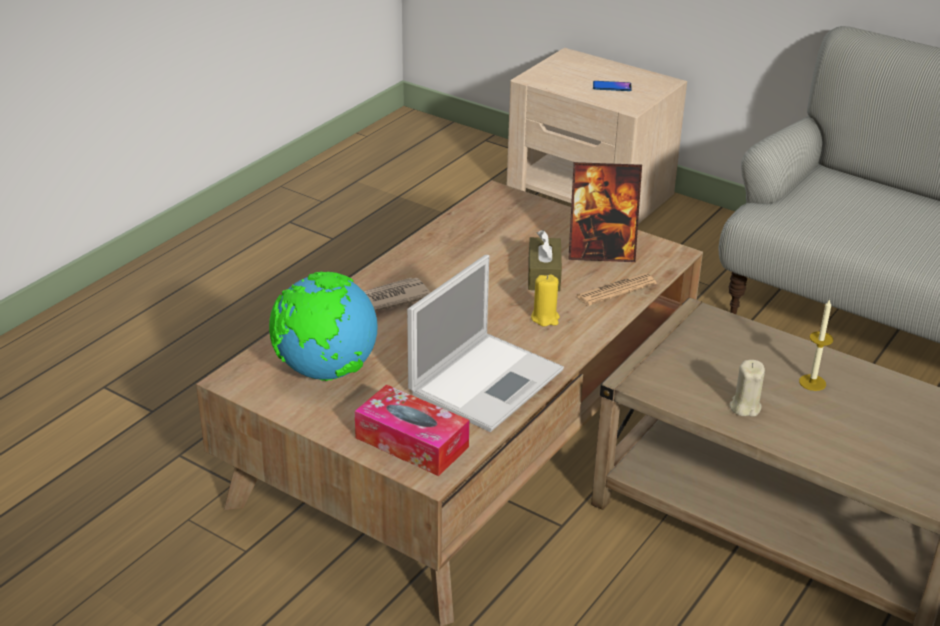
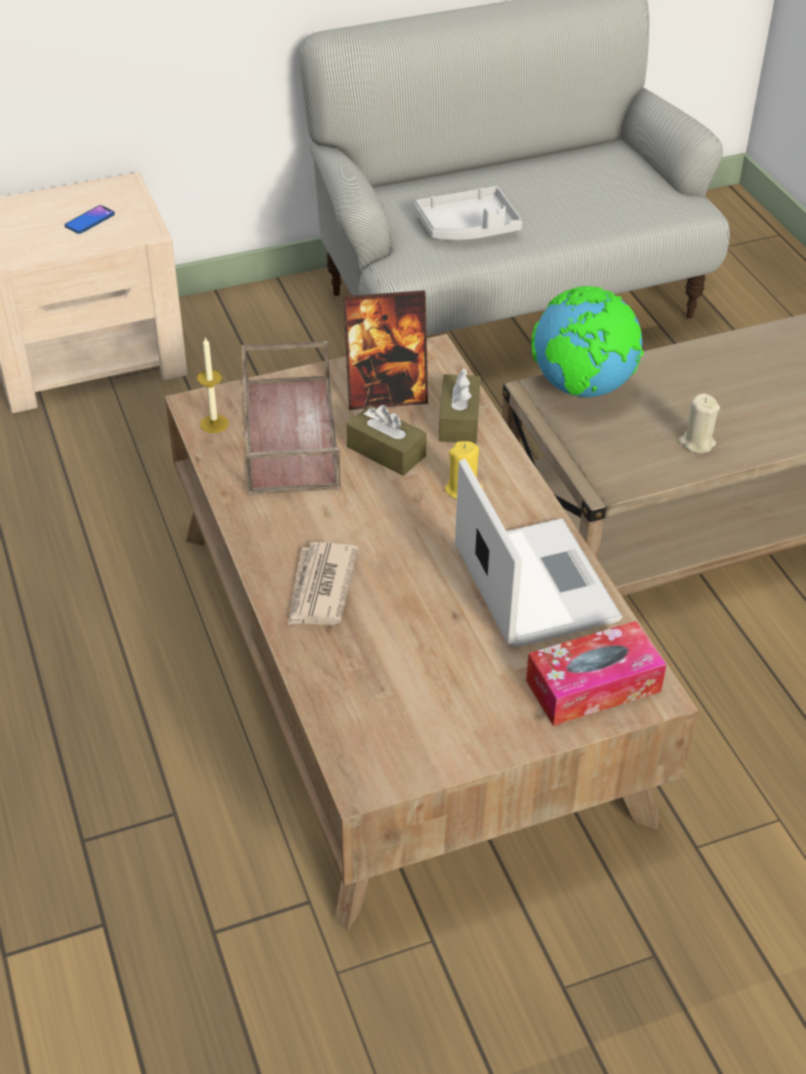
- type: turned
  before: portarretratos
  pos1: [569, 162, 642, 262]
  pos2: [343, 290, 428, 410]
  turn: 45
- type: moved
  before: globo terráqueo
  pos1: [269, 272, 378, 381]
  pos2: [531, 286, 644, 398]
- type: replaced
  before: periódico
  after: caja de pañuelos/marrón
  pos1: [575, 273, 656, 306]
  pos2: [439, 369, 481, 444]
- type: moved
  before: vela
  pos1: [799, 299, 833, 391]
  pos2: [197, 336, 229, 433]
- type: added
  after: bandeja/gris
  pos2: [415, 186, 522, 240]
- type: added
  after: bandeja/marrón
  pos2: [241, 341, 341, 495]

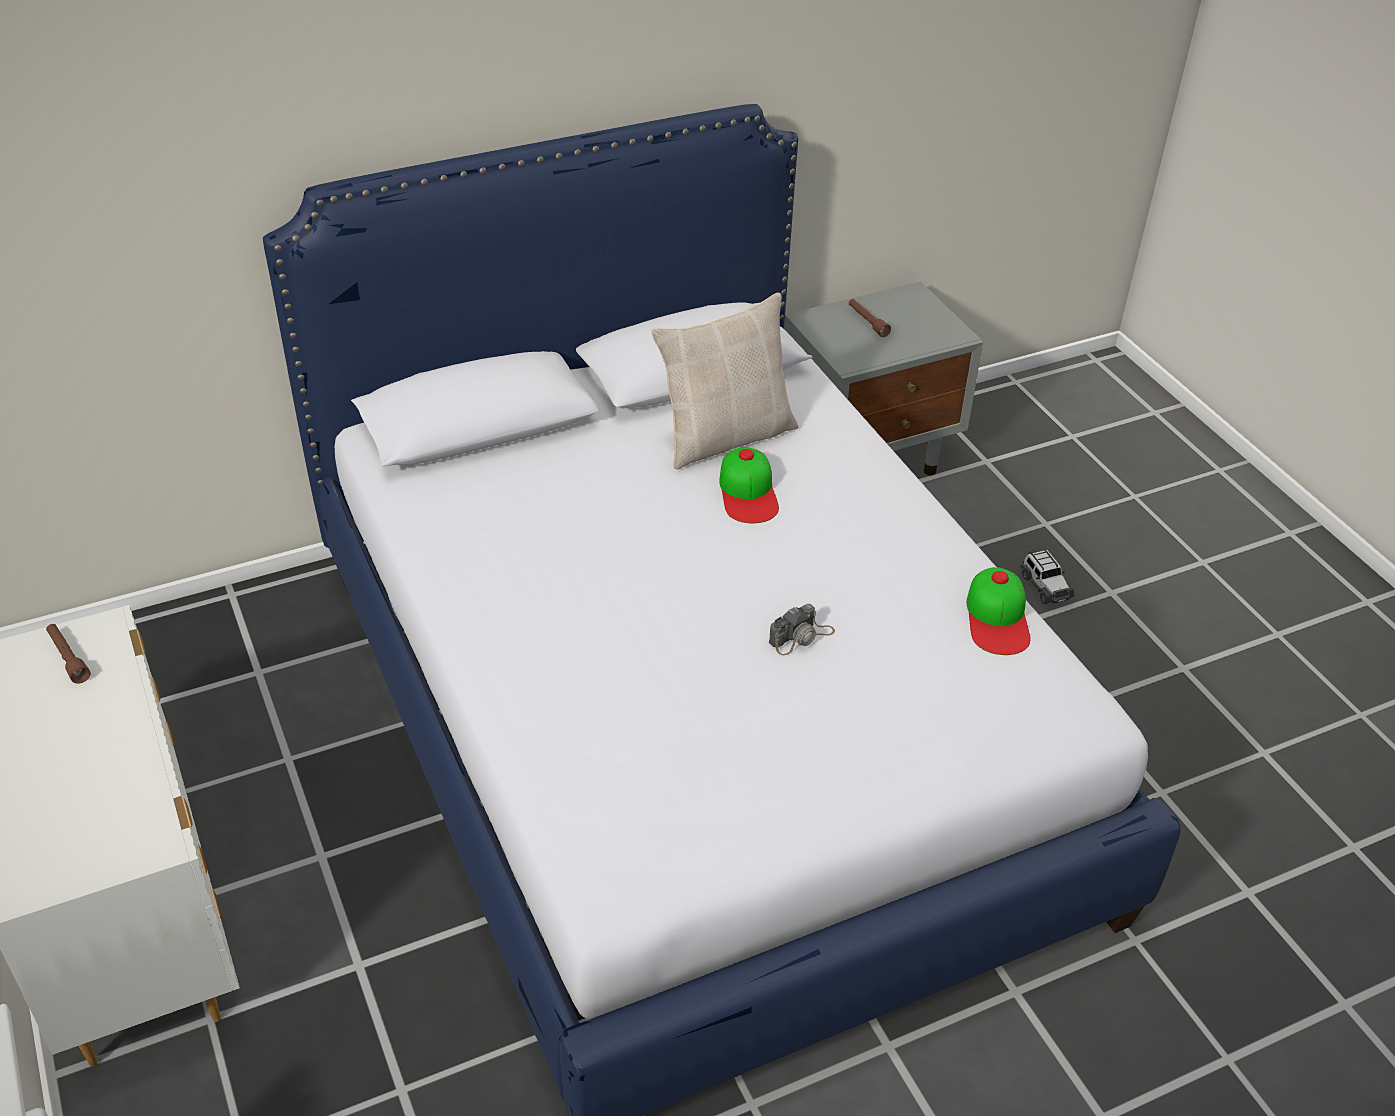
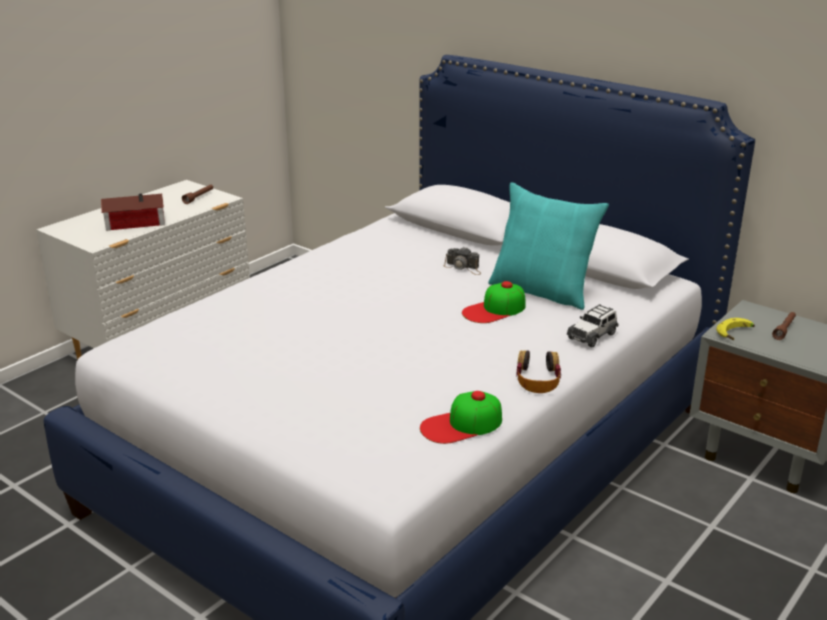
- type: recoloured
  before: cojín/beis
  after: cojín/turquesa
  pos1: [651, 292, 798, 470]
  pos2: [488, 183, 609, 310]
- type: moved
  before: coche de juguete
  pos1: [1020, 550, 1074, 605]
  pos2: [567, 304, 619, 347]
- type: moved
  before: cámara
  pos1: [769, 604, 835, 655]
  pos2: [444, 247, 481, 275]
- type: added
  after: casita
  pos2: [101, 193, 165, 231]
- type: added
  after: plátano
  pos2: [716, 318, 755, 340]
- type: added
  after: auriculares
  pos2: [516, 350, 561, 393]

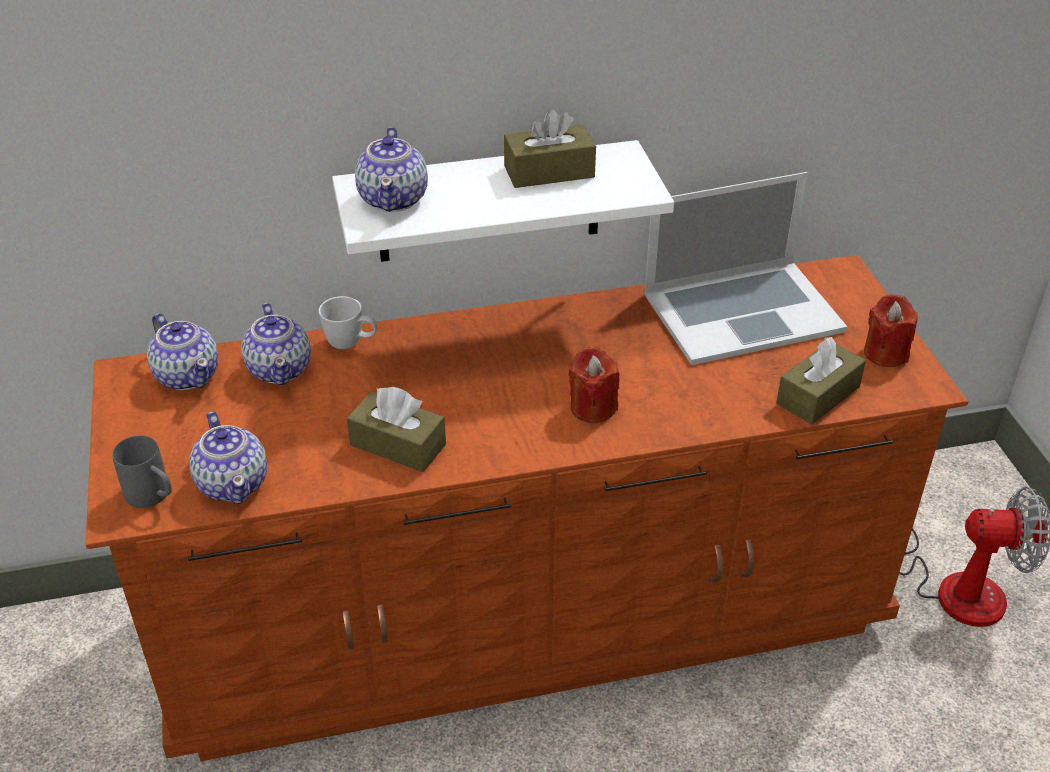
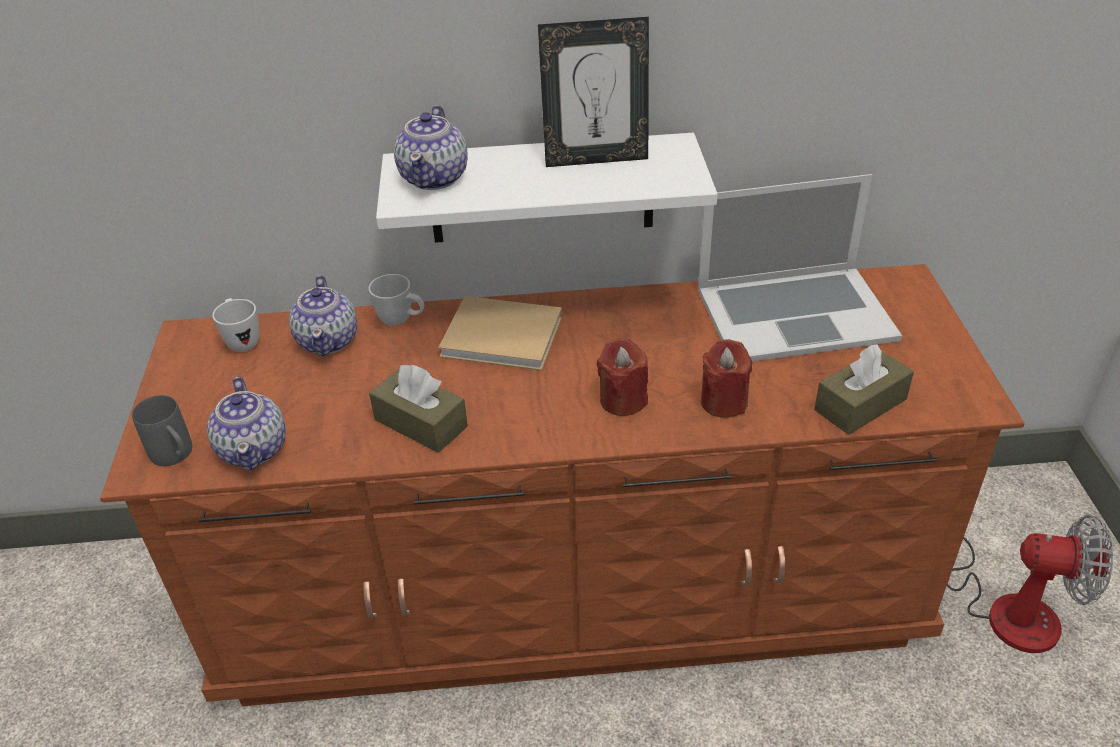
- type: replaced
  before: caja de pañuelos/marrón
  after: portarretratos
  pos1: [504, 109, 596, 188]
  pos2: [538, 17, 649, 167]
- type: moved
  before: vela/rojo
  pos1: [864, 294, 918, 367]
  pos2: [701, 339, 752, 418]
- type: replaced
  before: tetera
  after: taza grande/blanco
  pos1: [147, 313, 218, 390]
  pos2: [212, 298, 259, 352]
- type: added
  after: libro/beis
  pos2: [438, 296, 562, 371]

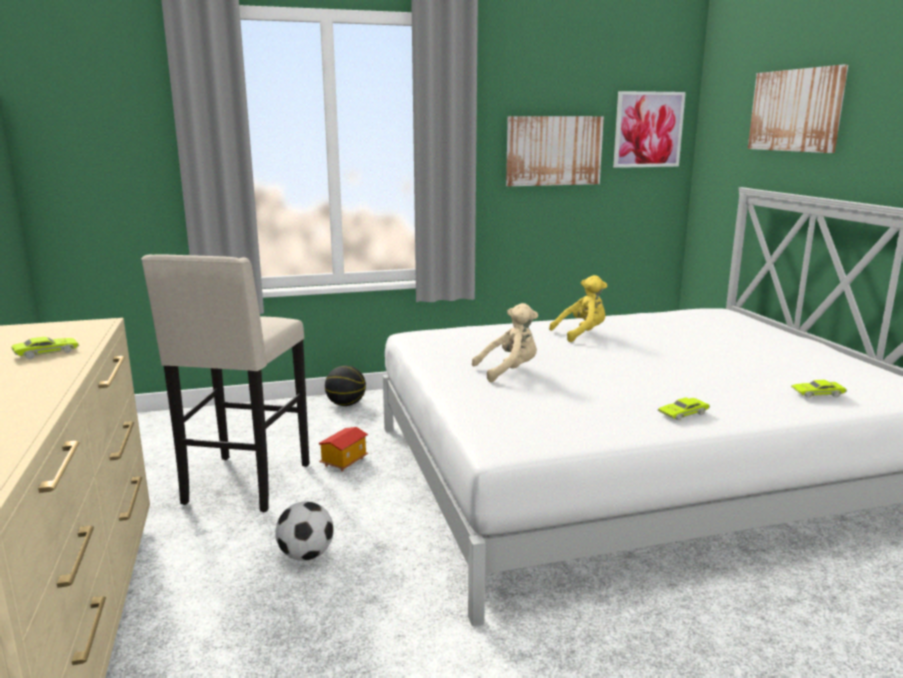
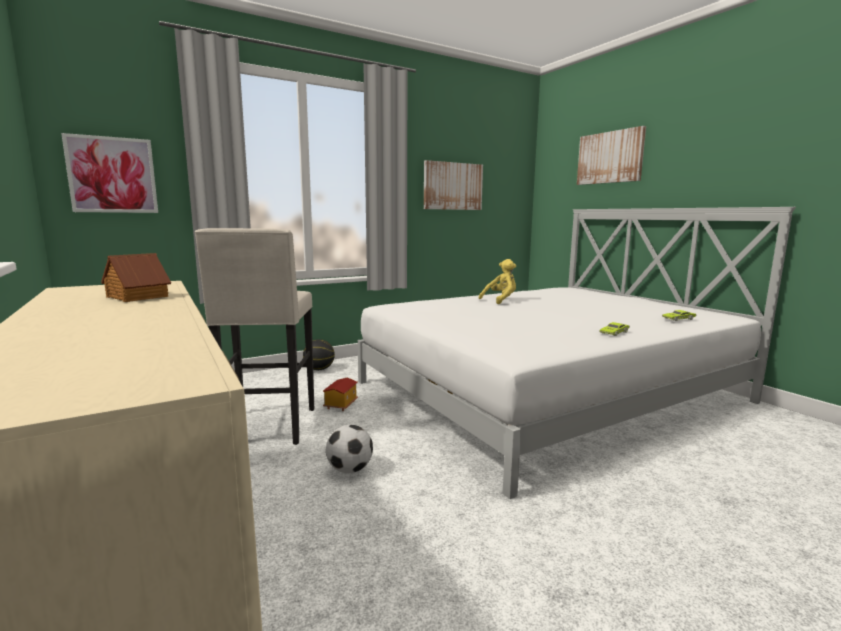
- type: moved
  before: cuadro
  pos1: [613, 91, 686, 168]
  pos2: [61, 133, 158, 213]
- type: removed
  before: peluche/beis
  pos1: [472, 303, 538, 382]
- type: replaced
  before: coche de juguete/verde
  after: casita
  pos1: [11, 337, 79, 359]
  pos2: [101, 253, 171, 302]

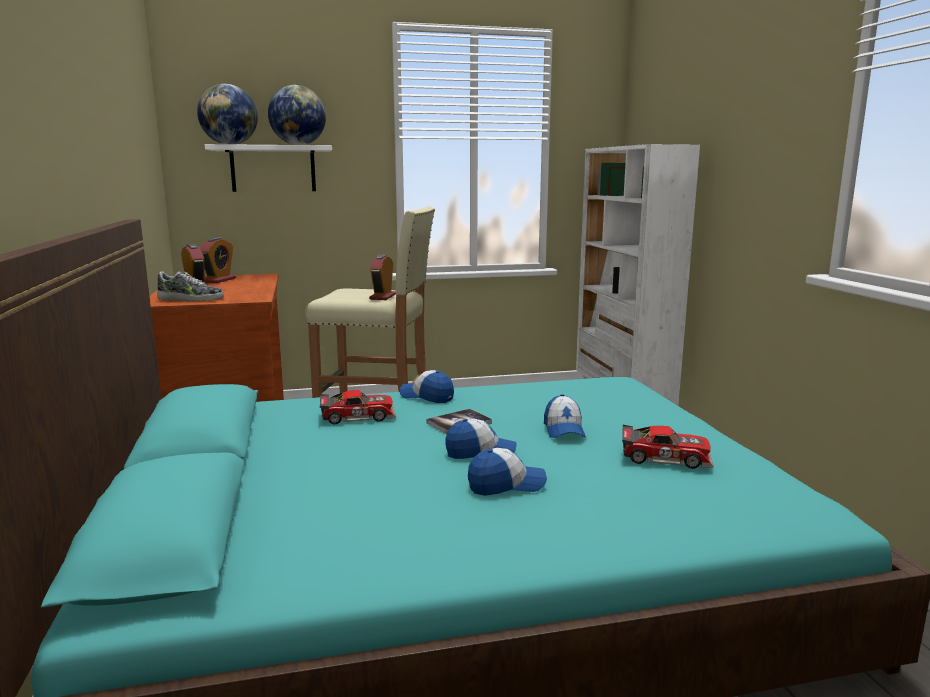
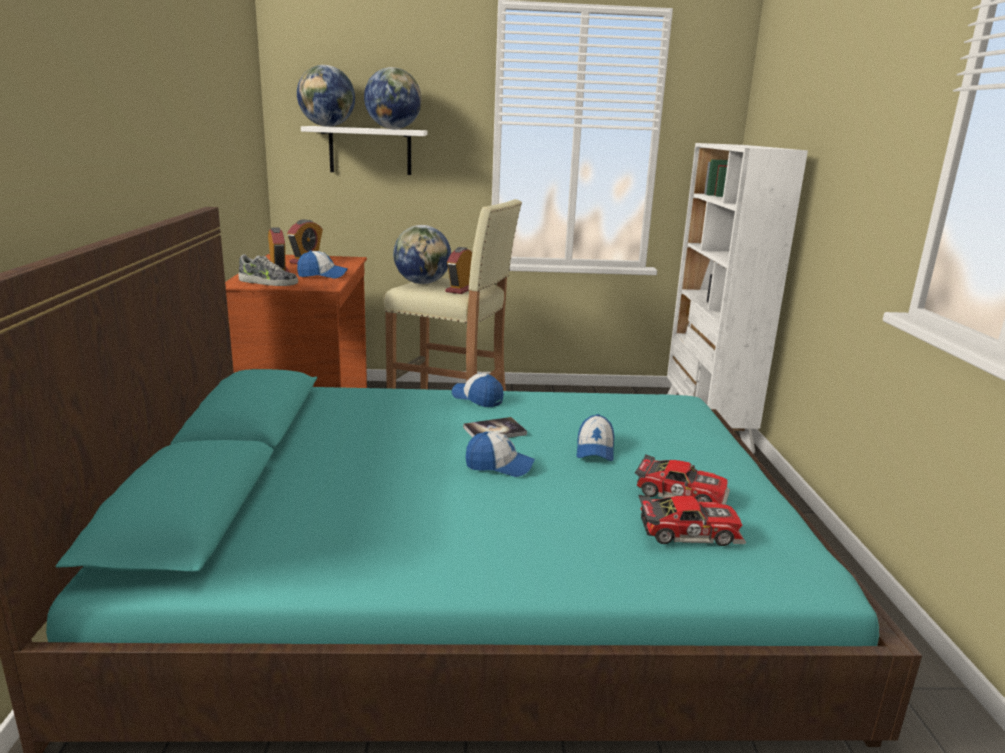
- type: moved
  before: coche de juguete
  pos1: [320, 390, 396, 424]
  pos2: [639, 495, 746, 546]
- type: moved
  before: gorra
  pos1: [468, 448, 547, 496]
  pos2: [297, 250, 348, 279]
- type: added
  after: globo terráqueo
  pos2: [393, 225, 451, 284]

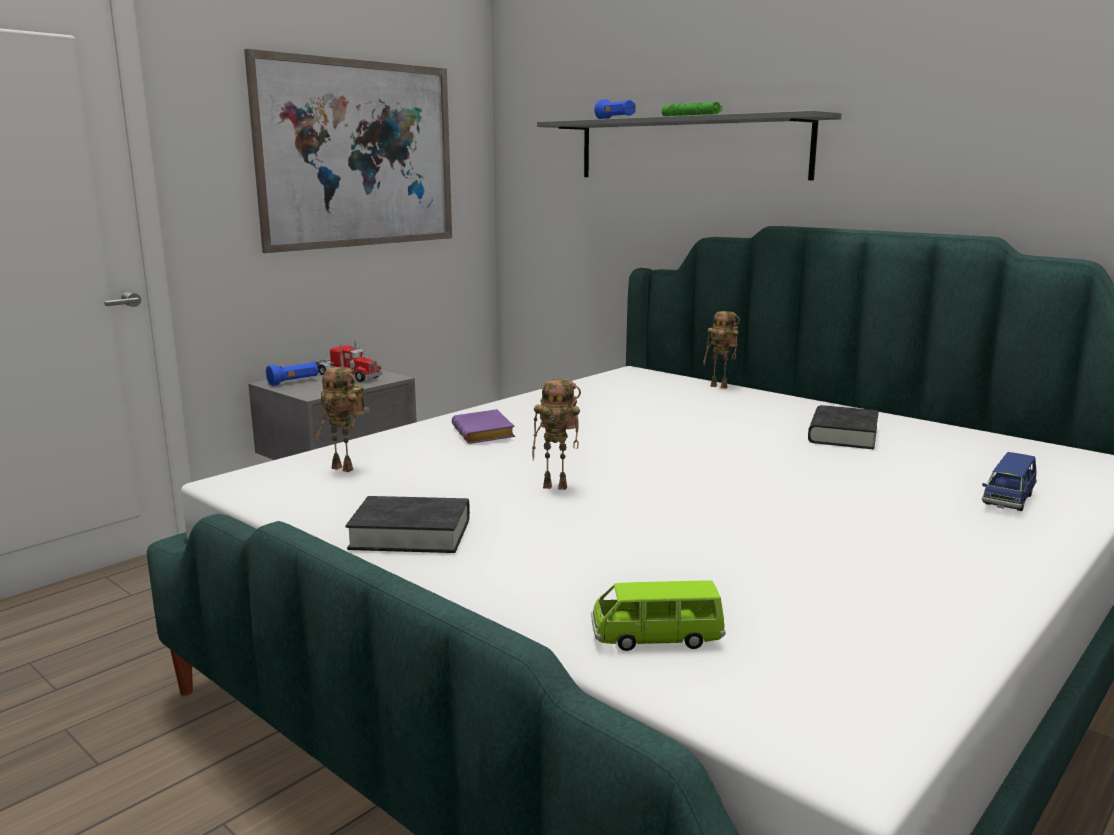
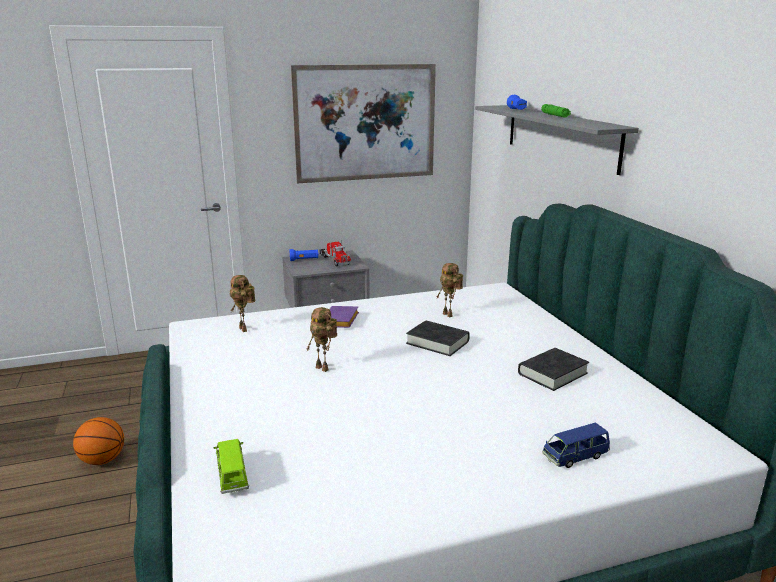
- type: moved
  before: robot de juguete
  pos1: [704, 311, 740, 389]
  pos2: [436, 263, 463, 318]
- type: moved
  before: libro/negro
  pos1: [345, 496, 470, 553]
  pos2: [406, 320, 470, 356]
- type: turned
  before: coche de juguete/verde
  pos1: [591, 580, 725, 651]
  pos2: [214, 439, 249, 494]
  turn: 45
- type: added
  after: balón de baloncesto
  pos2: [73, 417, 124, 465]

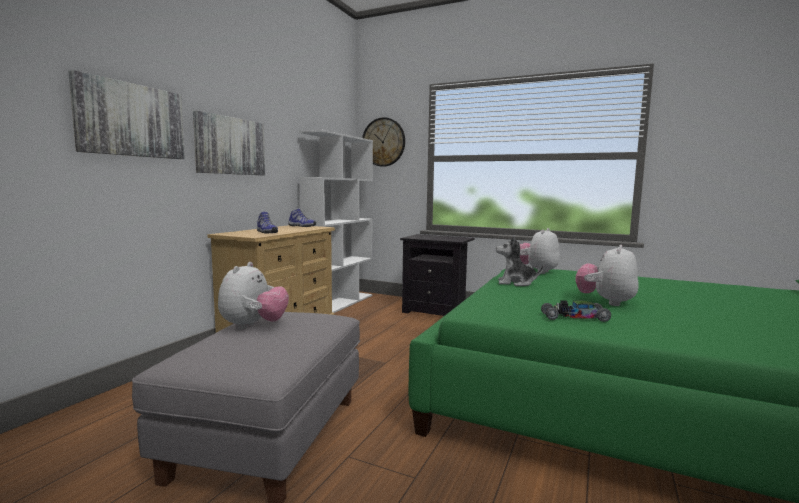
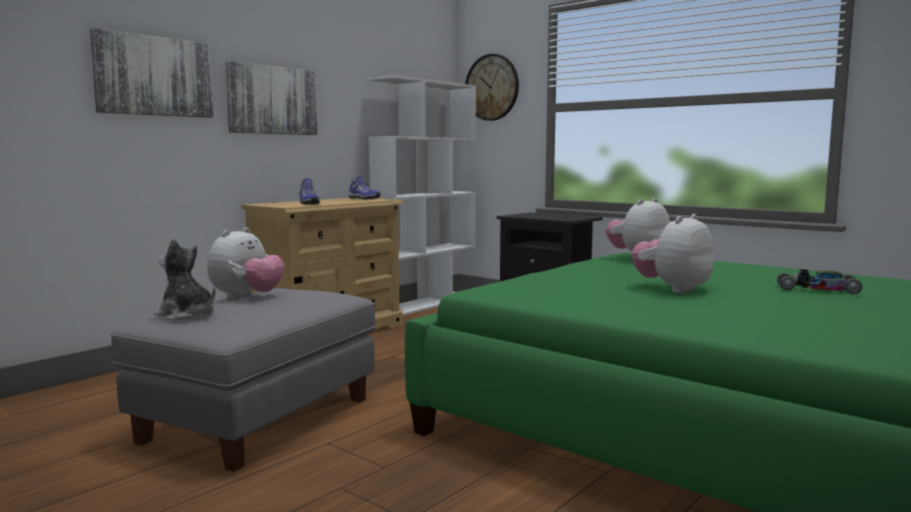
- type: moved
  before: peluche
  pos1: [496, 235, 544, 286]
  pos2: [154, 239, 216, 320]
- type: moved
  before: coche de juguete
  pos1: [541, 300, 611, 322]
  pos2: [777, 269, 863, 294]

